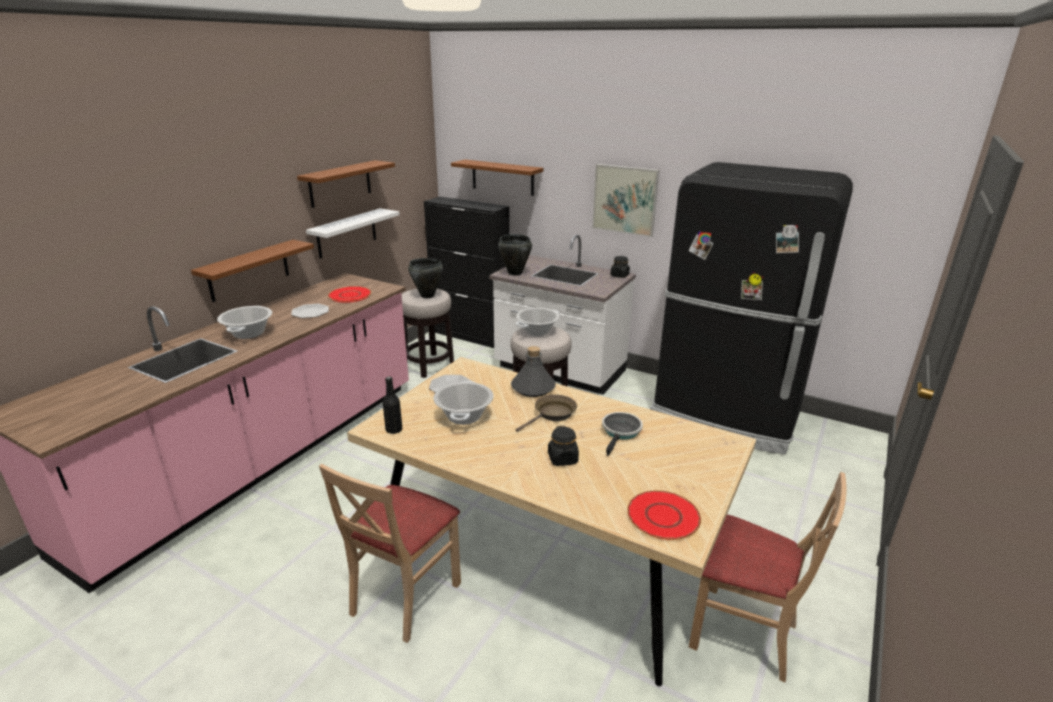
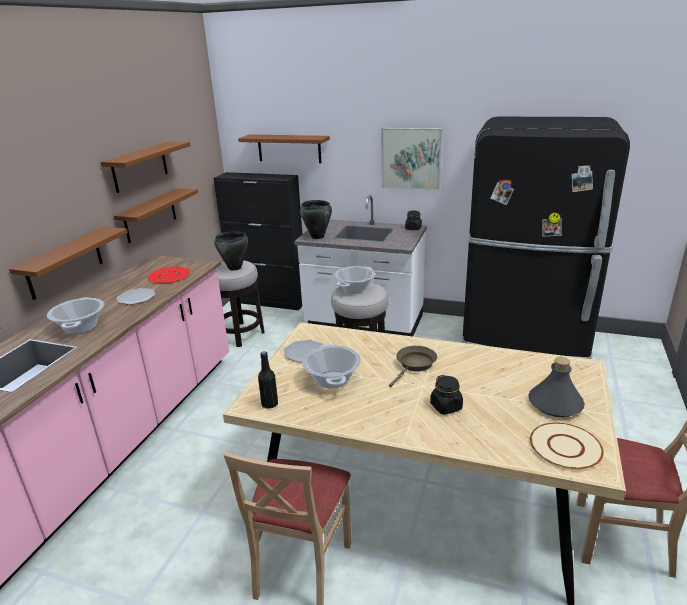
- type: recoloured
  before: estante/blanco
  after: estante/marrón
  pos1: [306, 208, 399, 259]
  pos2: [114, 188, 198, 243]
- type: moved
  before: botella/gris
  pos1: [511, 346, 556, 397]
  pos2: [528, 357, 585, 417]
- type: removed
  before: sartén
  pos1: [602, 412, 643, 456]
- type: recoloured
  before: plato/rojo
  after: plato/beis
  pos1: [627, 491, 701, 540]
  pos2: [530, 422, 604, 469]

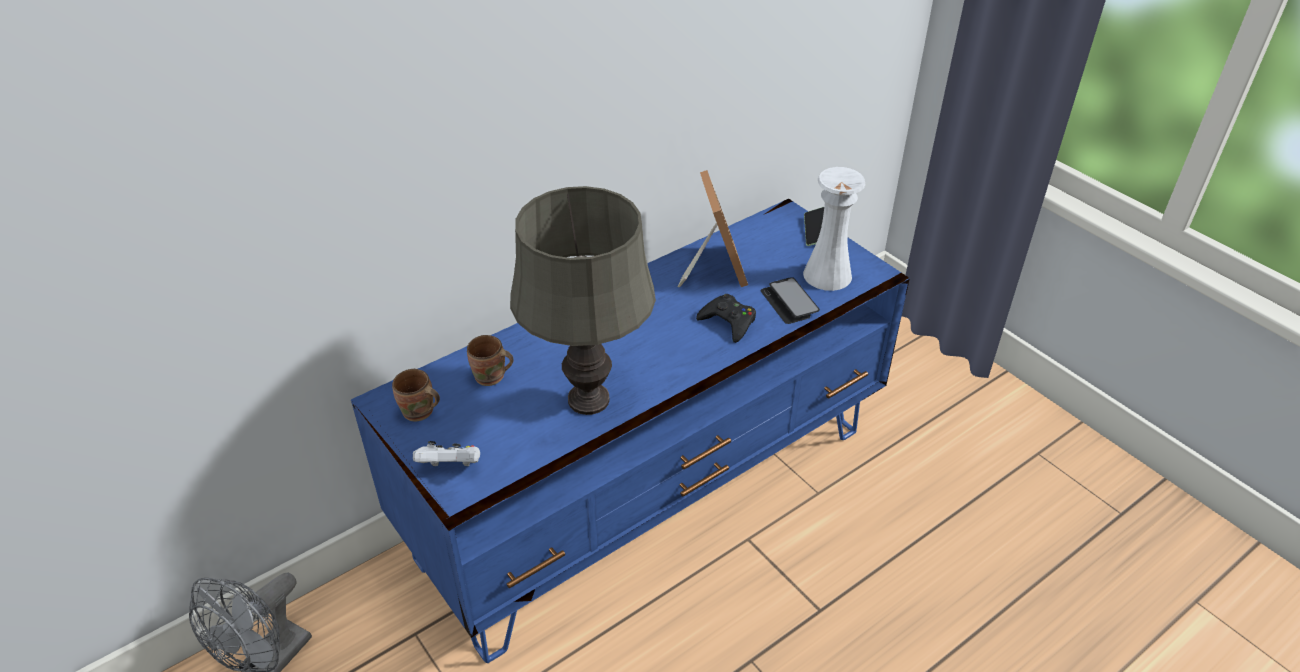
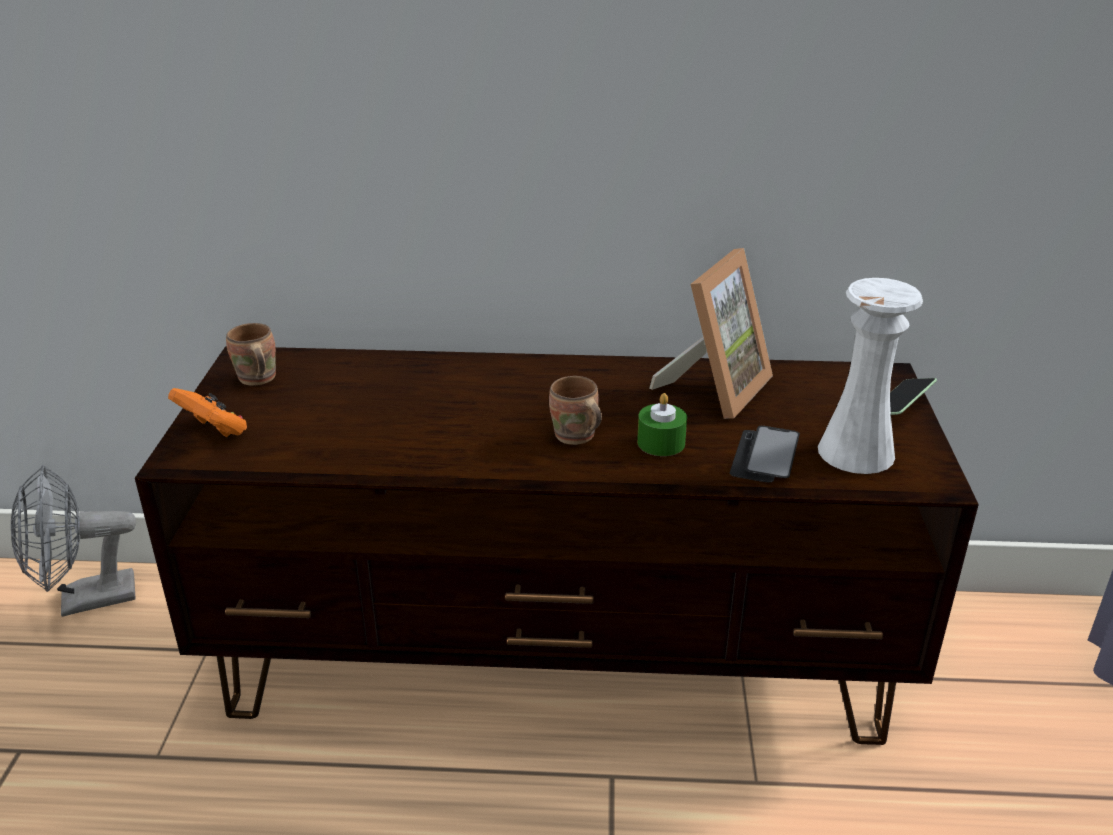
- type: removed
  before: lámpara de mesa/gris
  pos1: [510, 186, 656, 415]
- type: recoloured
  before: mueble de televisión/azul
  after: mueble de televisión/marrón
  pos1: [351, 199, 910, 663]
  pos2: [135, 346, 979, 745]
- type: replaced
  before: mando de consola/negro
  after: vela/verde
  pos1: [696, 294, 756, 343]
  pos2: [637, 393, 687, 456]
- type: moved
  before: taza grande/marrón
  pos1: [467, 335, 513, 386]
  pos2: [549, 376, 602, 445]
- type: recoloured
  before: mando de consola/blanco
  after: mando de consola/naranja
  pos1: [413, 441, 480, 466]
  pos2: [168, 388, 247, 438]

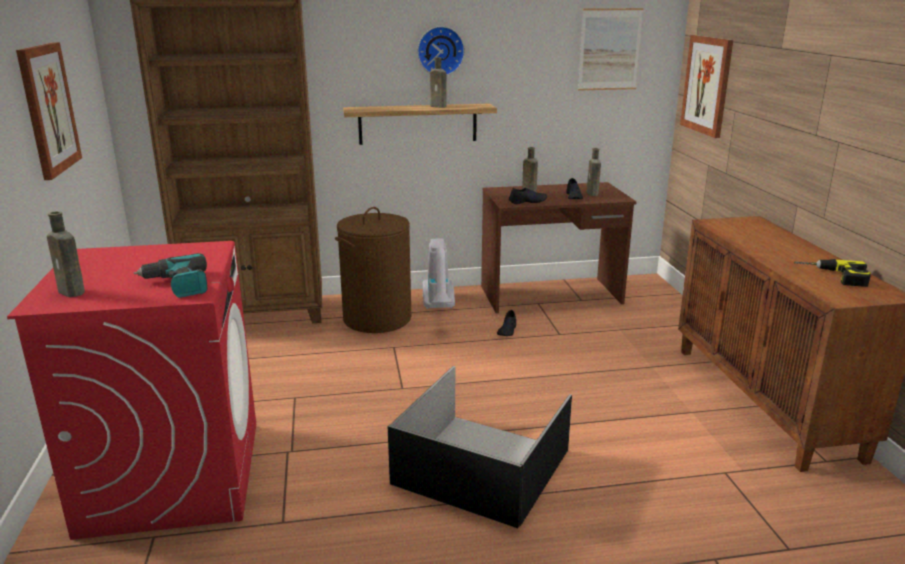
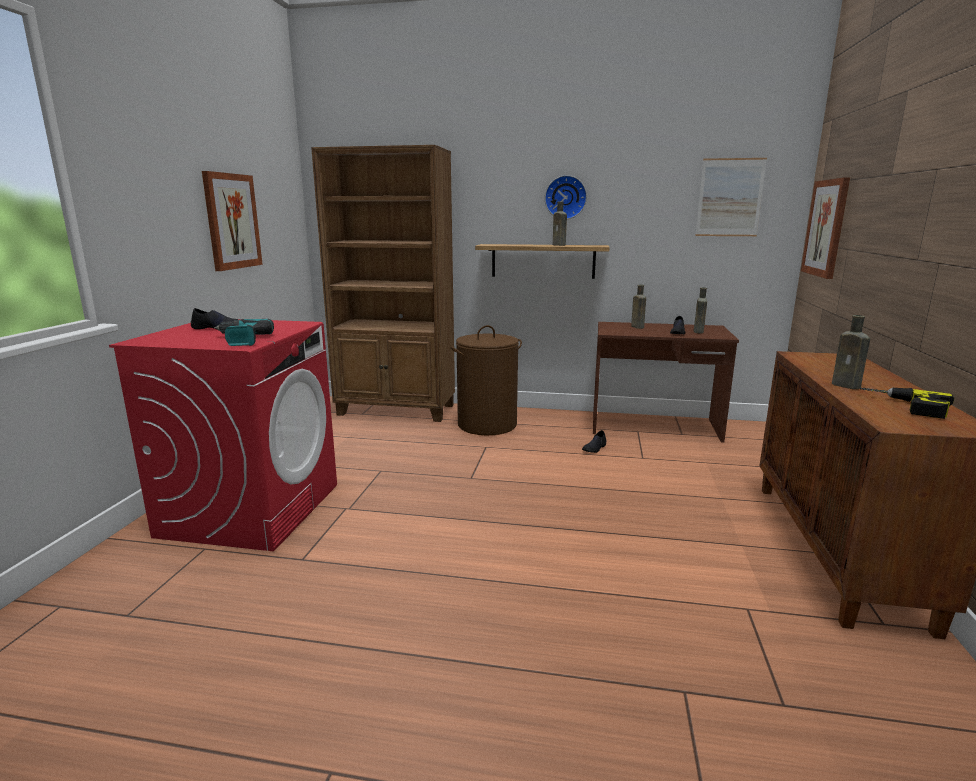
- type: moved
  before: zapato/negro
  pos1: [509, 188, 547, 204]
  pos2: [191, 308, 238, 330]
- type: moved
  before: botella/marrón
  pos1: [47, 211, 85, 297]
  pos2: [832, 315, 870, 389]
- type: removed
  before: aspiradora
  pos1: [423, 239, 455, 309]
- type: removed
  before: caja de almacenaje/negro
  pos1: [387, 366, 572, 528]

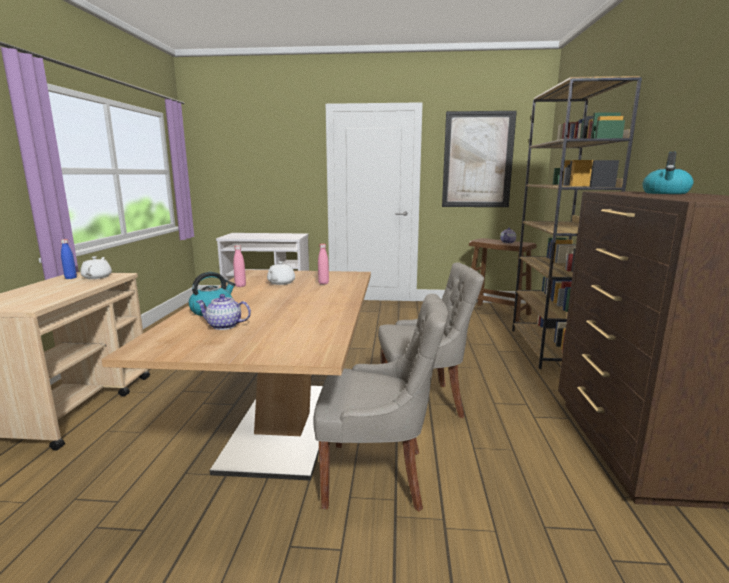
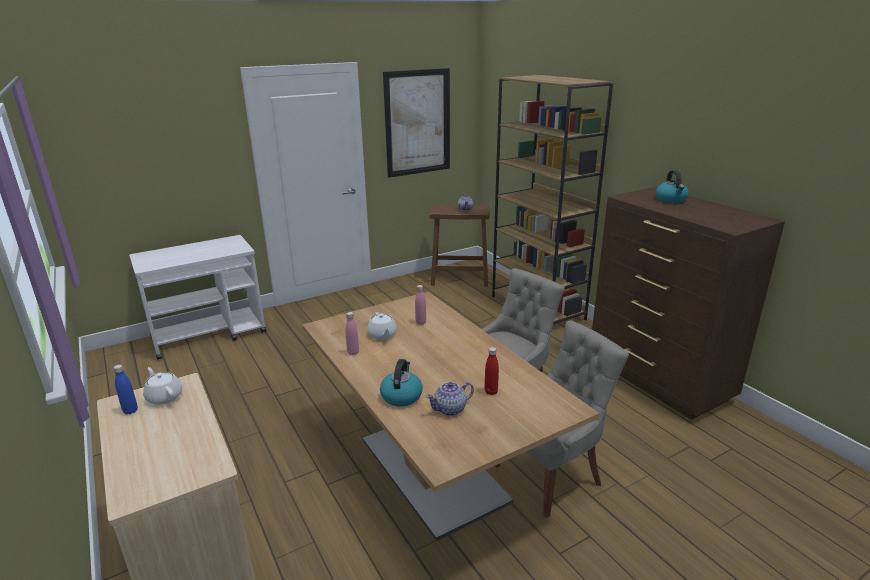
- type: added
  after: botella/rojo
  pos2: [485, 347, 499, 395]

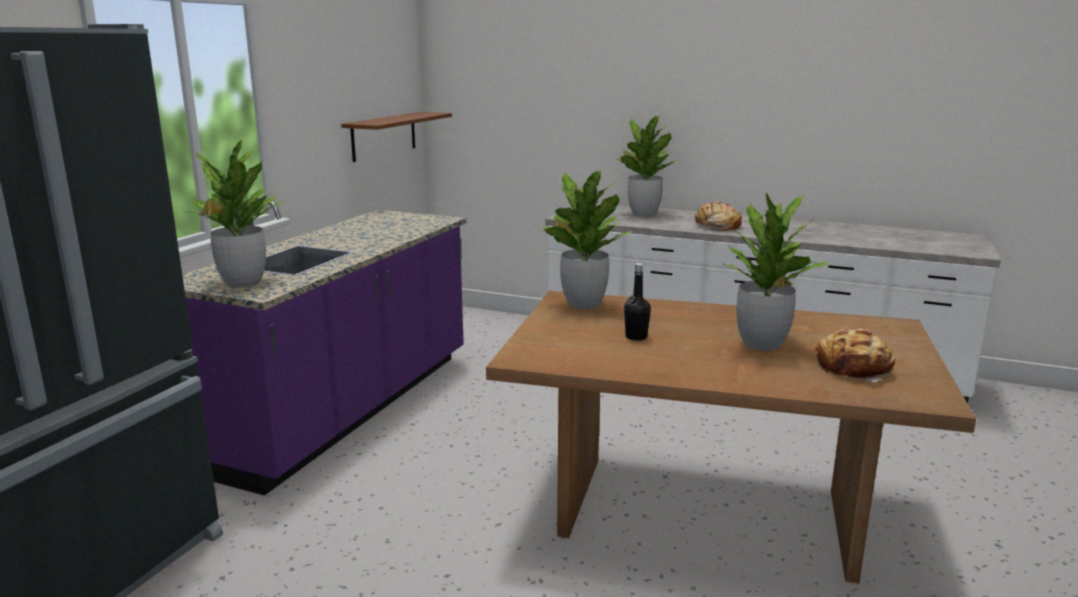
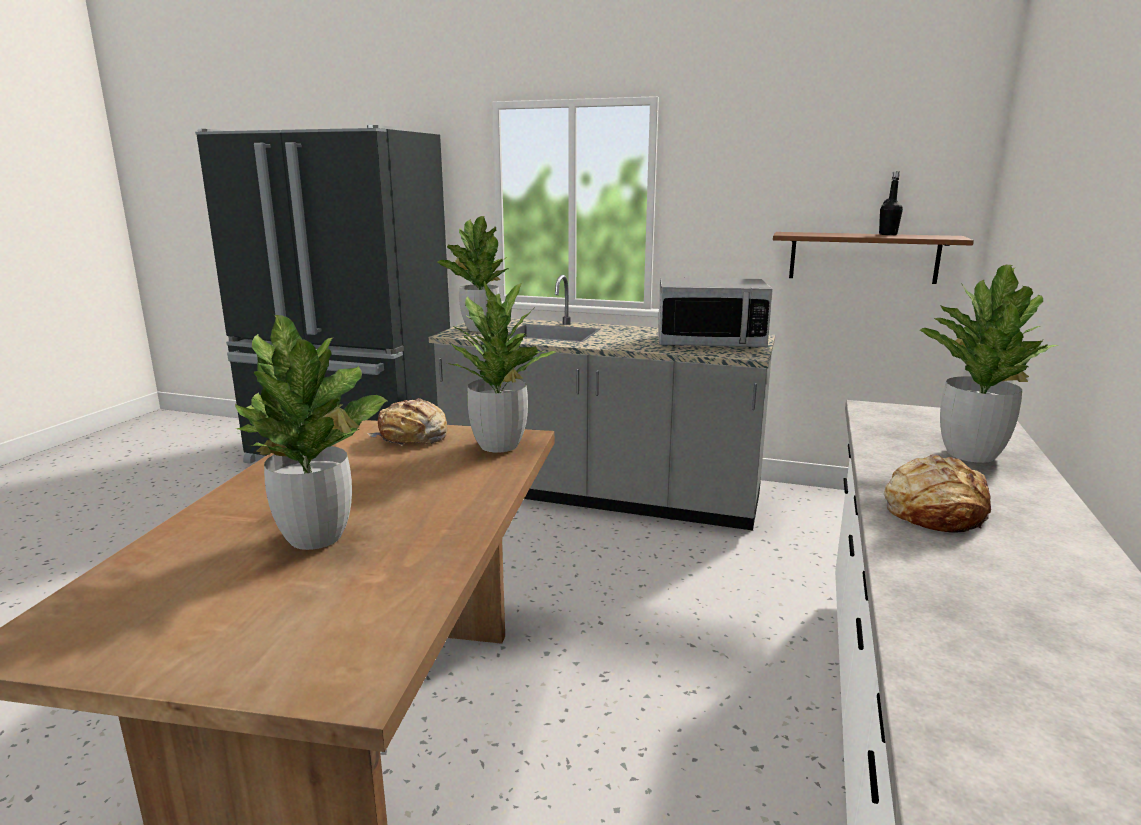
- type: recoloured
  before: mueble bajo de cocina/morado
  after: mueble bajo de cocina/gris
  pos1: [182, 198, 466, 496]
  pos2: [429, 275, 775, 530]
- type: moved
  before: botella/negro
  pos1: [624, 263, 651, 341]
  pos2: [879, 172, 903, 235]
- type: moved
  before: pan
  pos1: [815, 328, 895, 382]
  pos2: [367, 398, 447, 446]
- type: added
  after: microondas
  pos2: [658, 278, 773, 348]

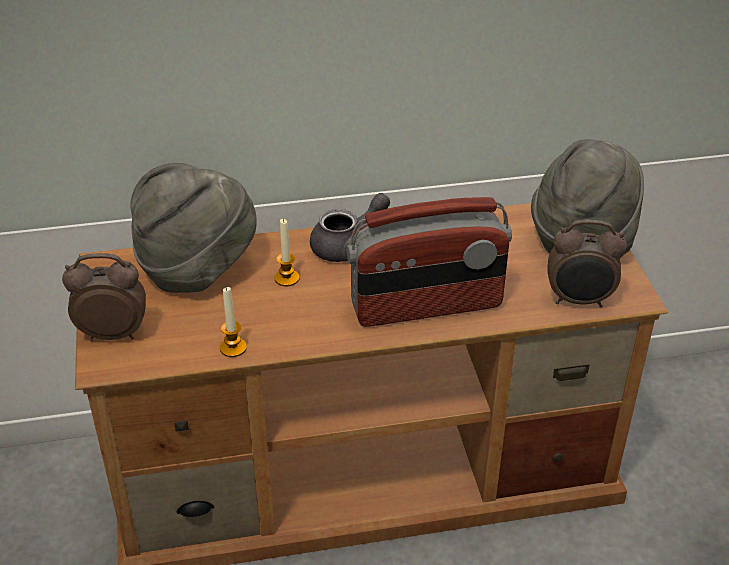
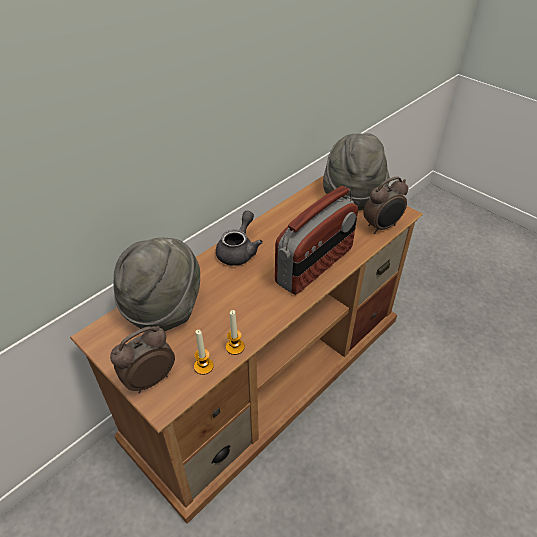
- type: moved
  before: vela
  pos1: [274, 219, 299, 287]
  pos2: [194, 330, 214, 375]

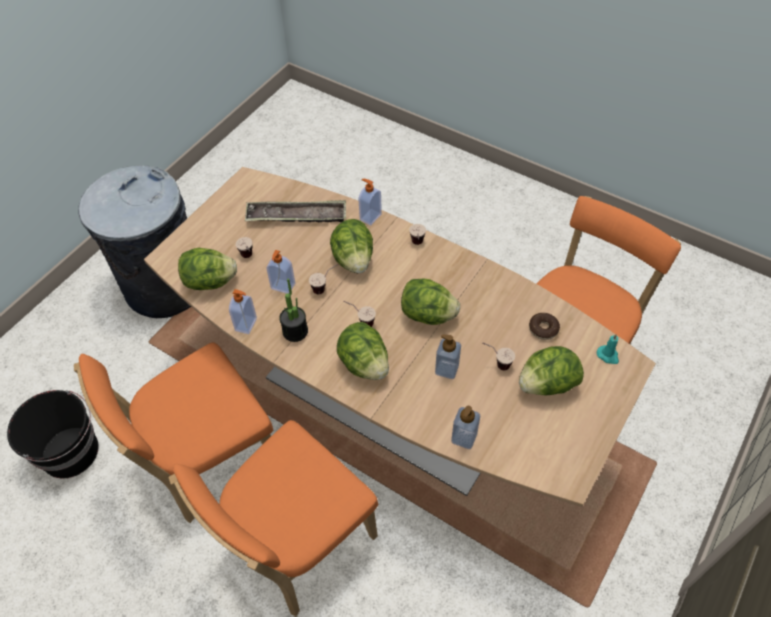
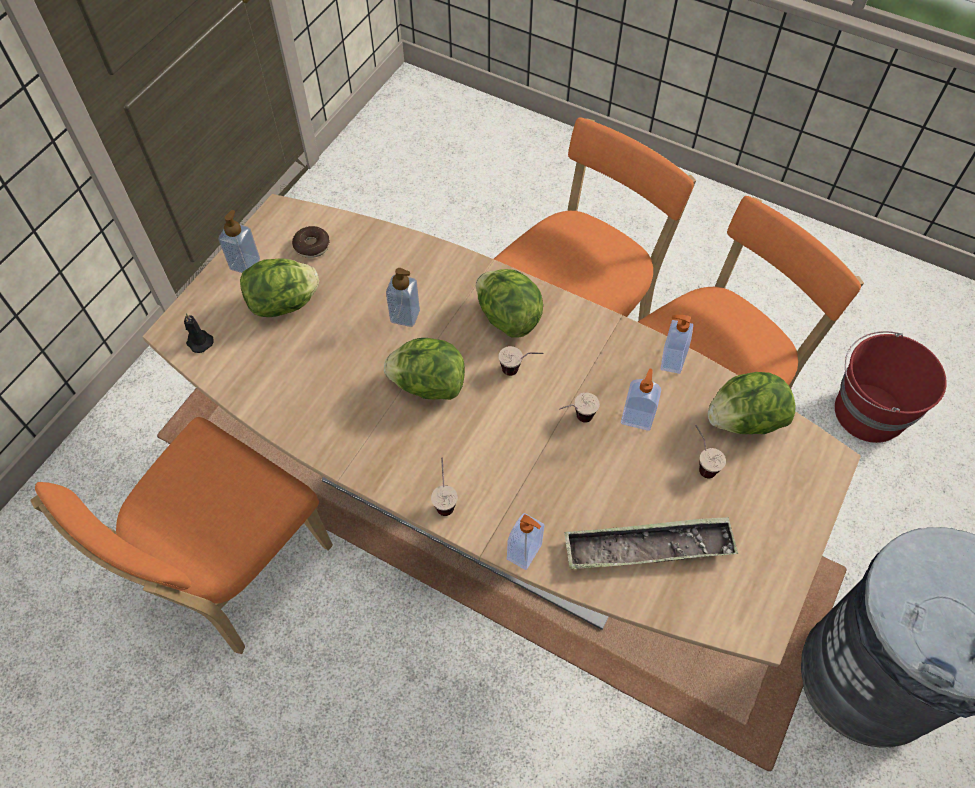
- type: removed
  before: lechuga
  pos1: [330, 219, 373, 273]
- type: removed
  before: planta en maceta
  pos1: [279, 278, 308, 342]
- type: moved
  before: rosquilla
  pos1: [529, 313, 560, 340]
  pos2: [292, 226, 330, 258]
- type: recoloured
  before: vela/turquesa
  after: vela/negro
  pos1: [597, 334, 619, 364]
  pos2: [184, 313, 214, 353]
- type: removed
  before: taza
  pos1: [482, 342, 515, 370]
- type: recoloured
  before: cubo/negro
  after: cubo/rojo
  pos1: [7, 390, 99, 478]
  pos2: [835, 331, 947, 443]
- type: moved
  before: dispensador de jabón
  pos1: [451, 406, 480, 449]
  pos2: [219, 210, 260, 273]

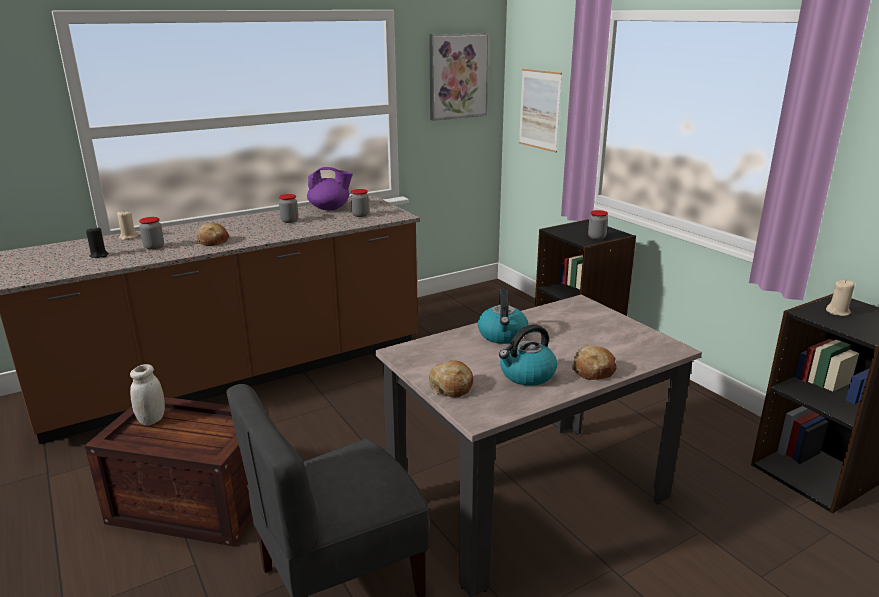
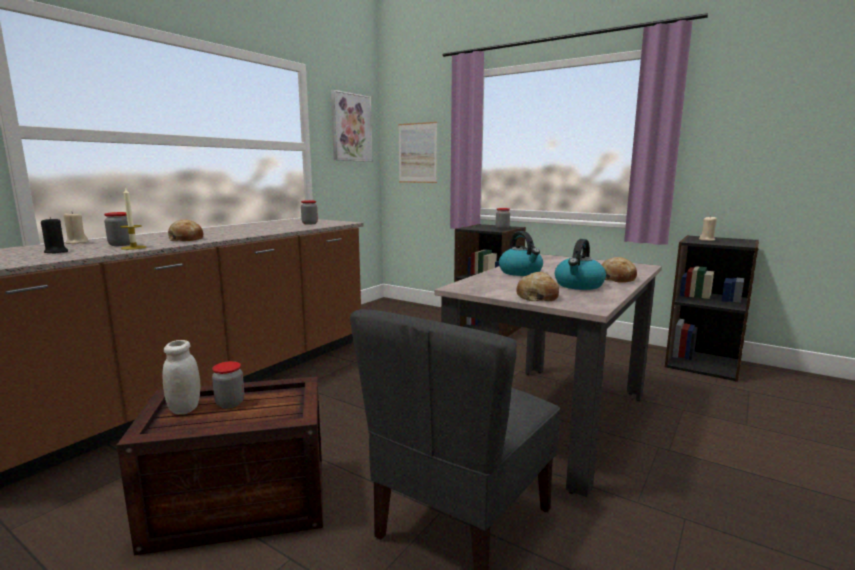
- type: removed
  before: tetera/morado
  pos1: [307, 167, 353, 210]
- type: moved
  before: tarro
  pos1: [279, 194, 298, 223]
  pos2: [212, 361, 245, 408]
- type: added
  after: vela
  pos2: [120, 188, 146, 250]

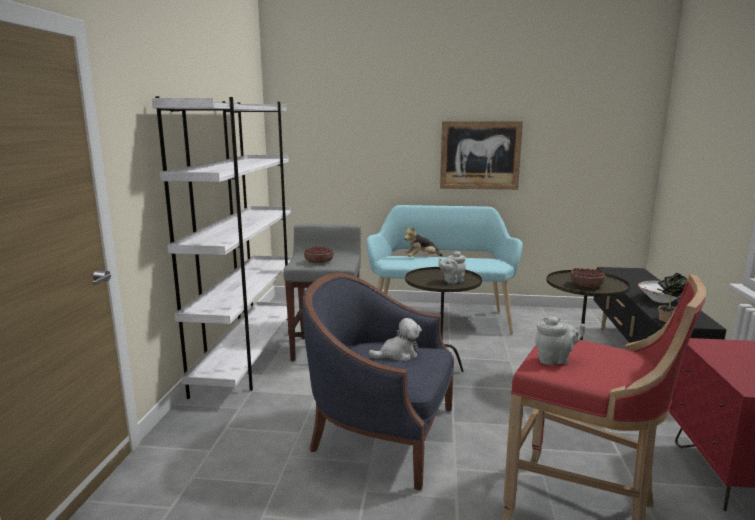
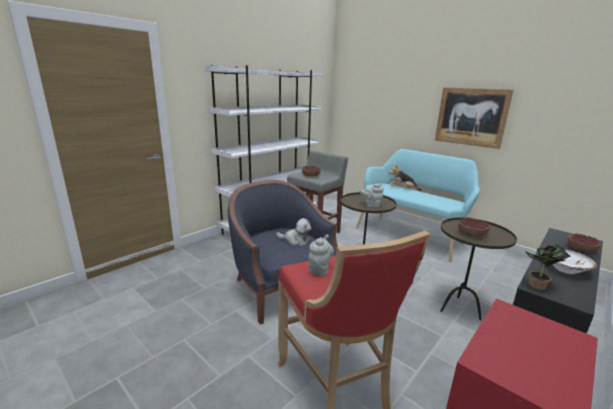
- type: turned
  before: tetera/gris
  pos1: [535, 316, 585, 365]
  pos2: [309, 235, 334, 276]
  turn: -105
- type: added
  after: cuenco
  pos2: [567, 233, 601, 253]

